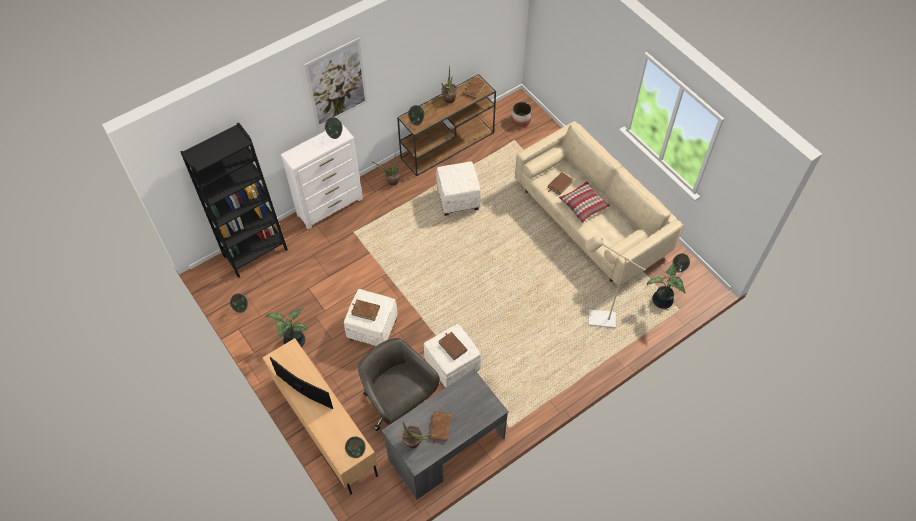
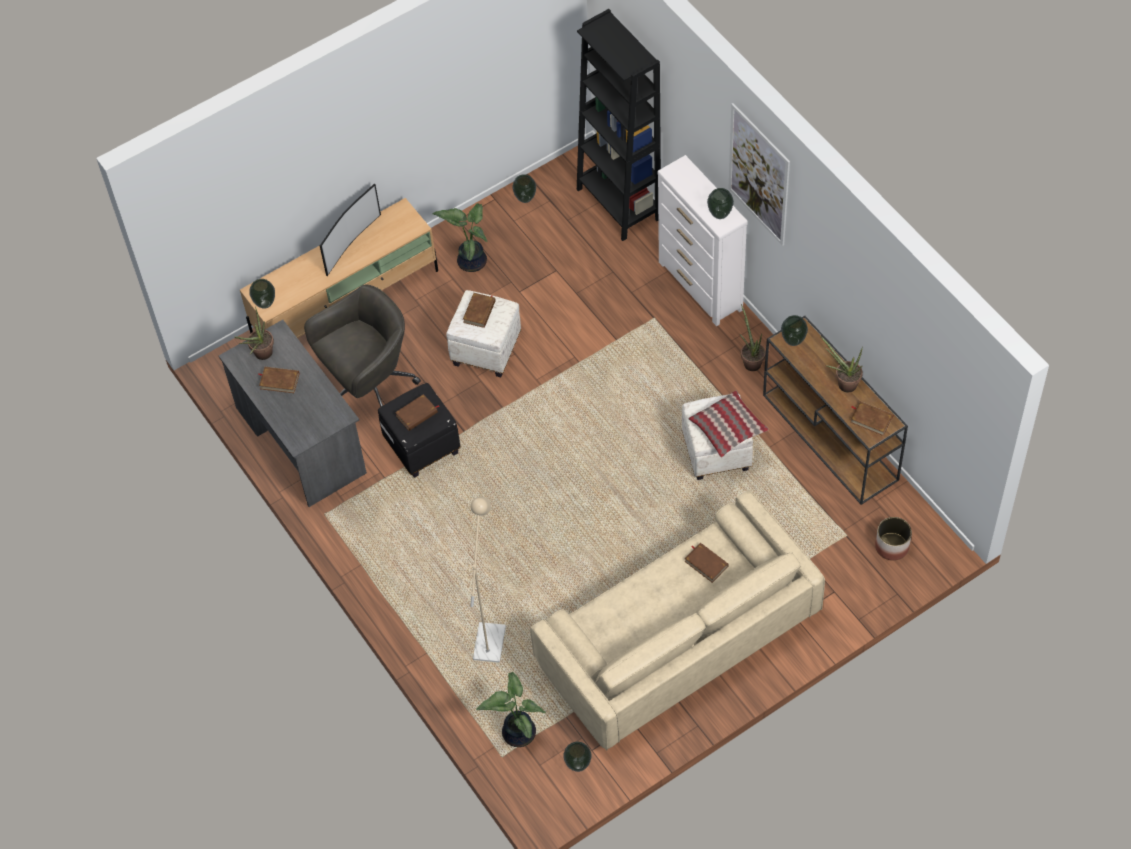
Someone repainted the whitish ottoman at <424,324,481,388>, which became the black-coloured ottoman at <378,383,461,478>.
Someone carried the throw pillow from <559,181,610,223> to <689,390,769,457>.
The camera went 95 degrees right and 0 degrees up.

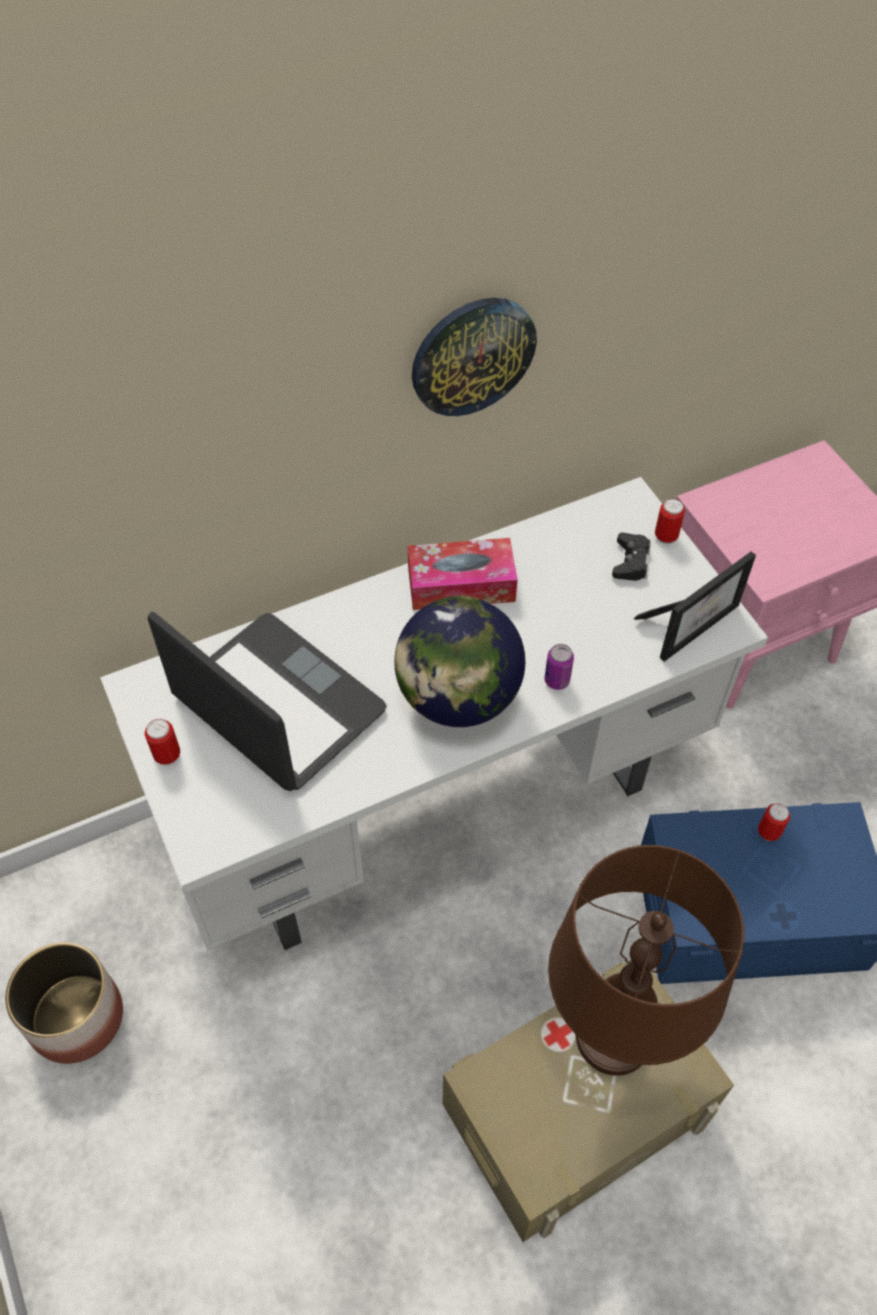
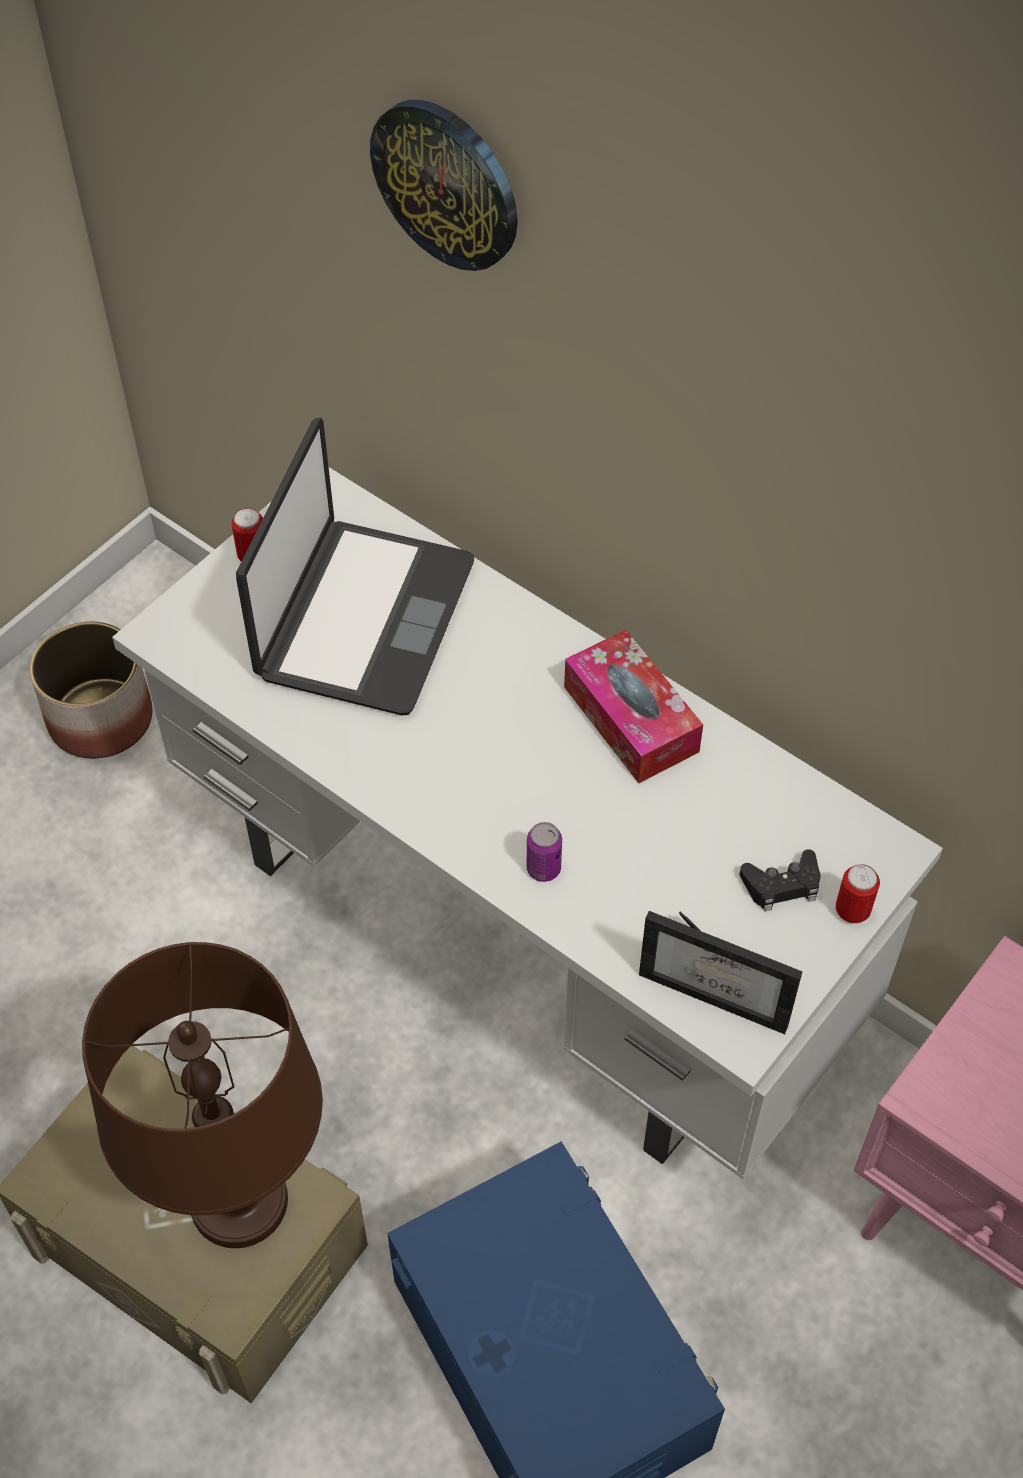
Someone carried the clock on the wall from <412,298,537,416> to <370,100,518,271>.
Someone took away the world globe at <394,596,525,727>.
Someone took away the metal can at <758,803,790,841>.
The camera went 65 degrees right and 0 degrees up.

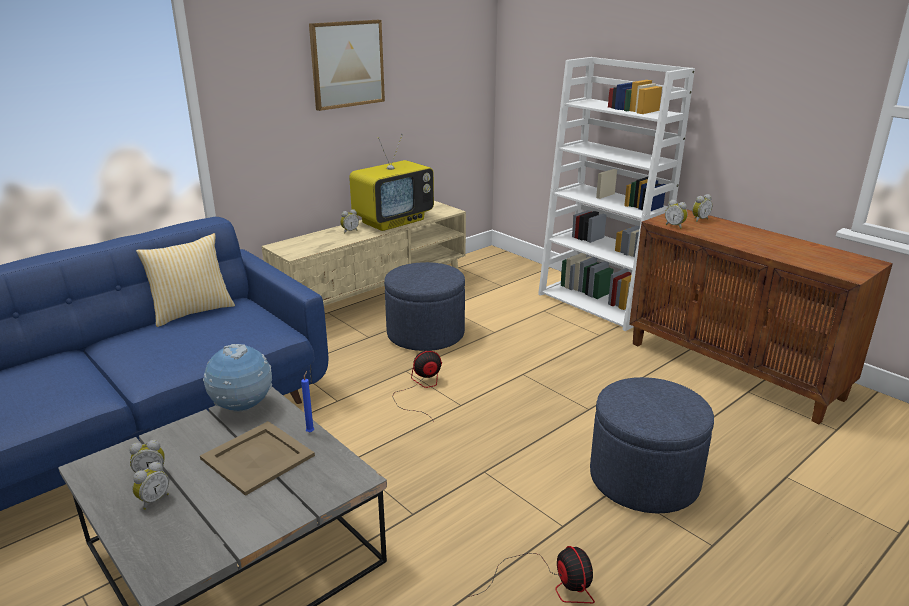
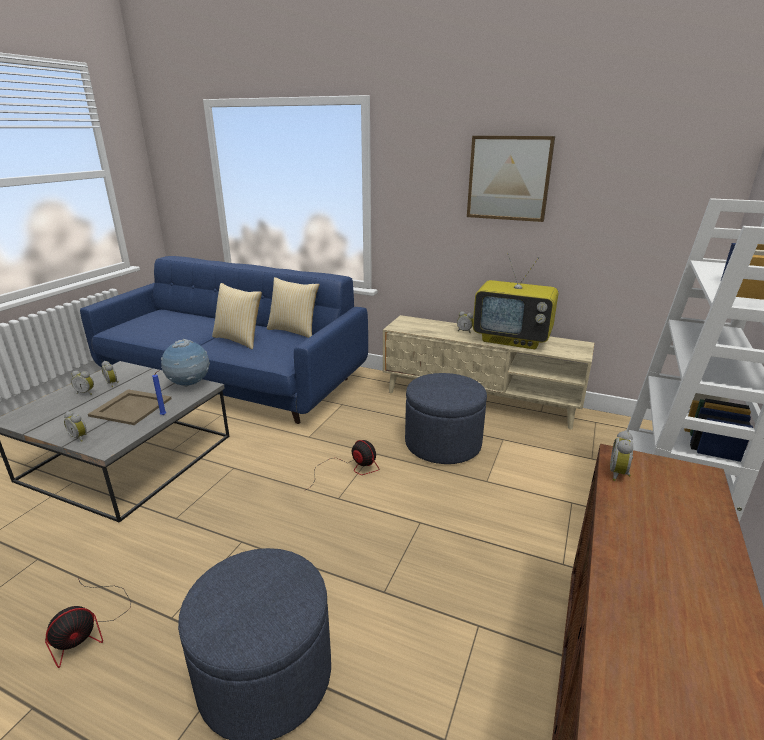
Someone carried the table clock from <692,194,712,222> to <64,411,87,442>.
Someone put down the throw pillow at <212,283,262,349>.
The camera went 65 degrees right and 0 degrees up.

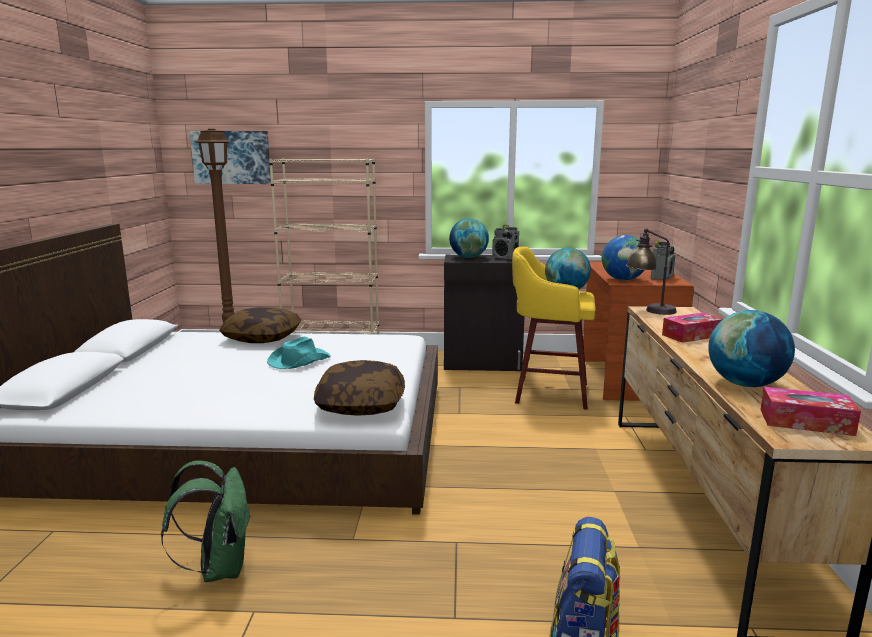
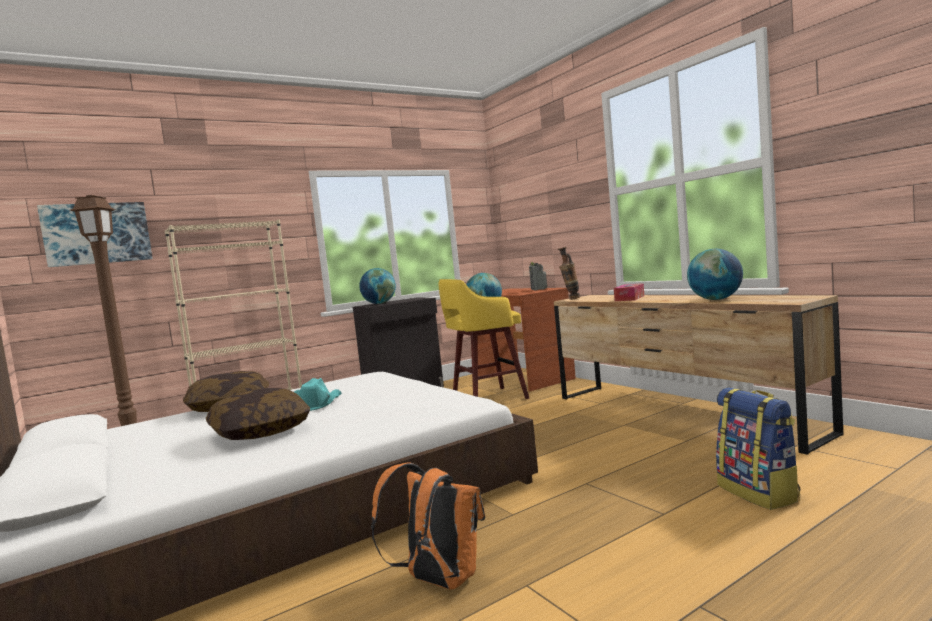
Someone carried the throw pillow from <314,360,405,416> to <206,388,310,440>.
Someone repainted the greenish backpack at <161,460,251,582>, which became the orangey backpack at <371,462,485,589>.
Someone swapped the table lamp at <626,228,677,315> for the decorative vase at <558,247,581,300>.
Someone took away the radio at <492,224,519,260>.
Someone took away the world globe at <602,235,644,280>.
Someone took away the tissue box at <760,387,861,436>.
The camera went 35 degrees left and 10 degrees down.

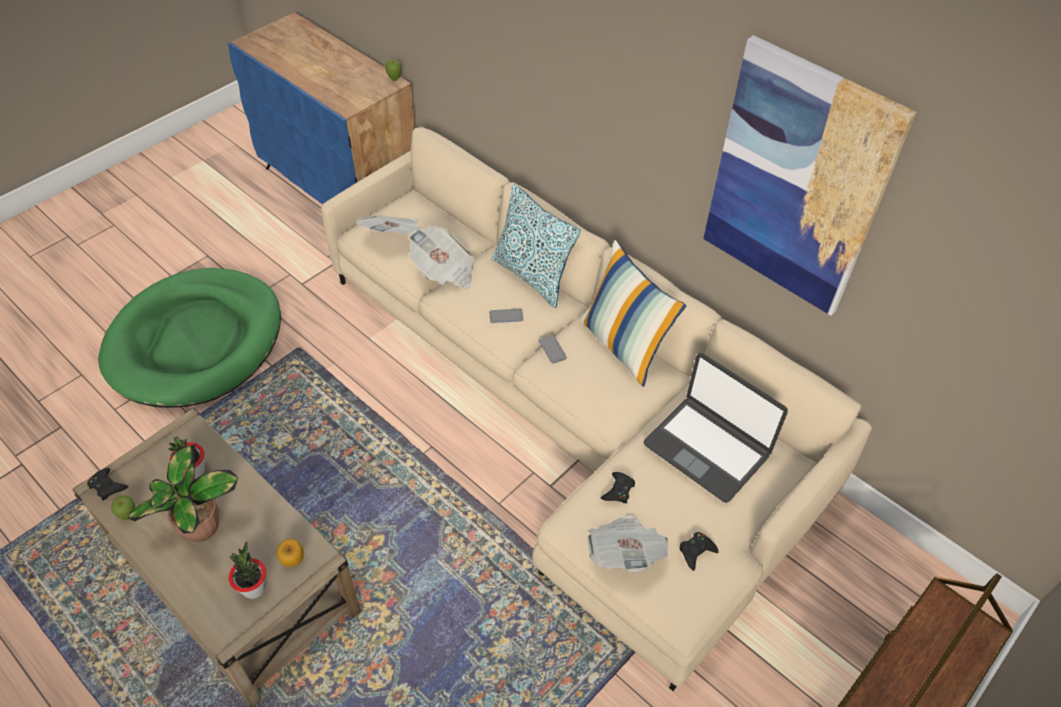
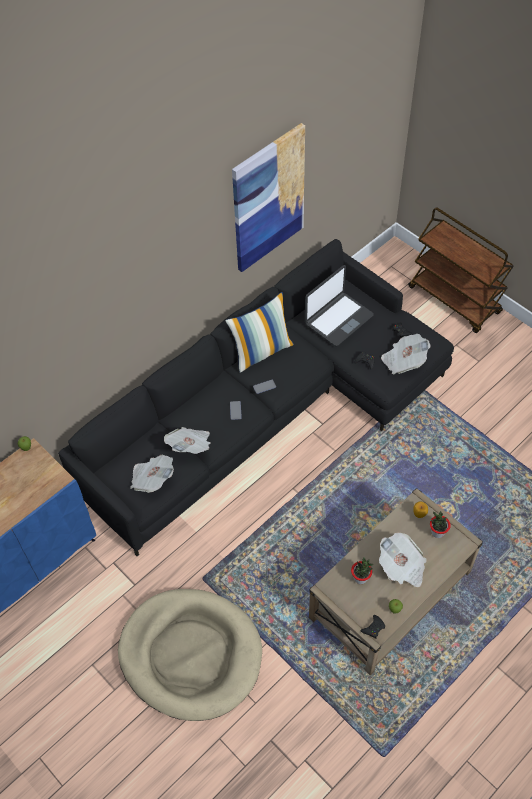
Someone repainted the beige-coloured settee at <321,127,872,691>, which became the black-coloured settee at <58,239,454,556>.
Someone repainted the greenish pet bed at <98,268,281,408>, which became the beige-coloured pet bed at <118,589,262,721>.
Someone swapped the plant in a pot at <128,446,238,542> for the newspaper at <379,533,427,587>.
Someone took away the throw pillow at <492,184,581,308>.
The camera went 85 degrees left and 5 degrees up.

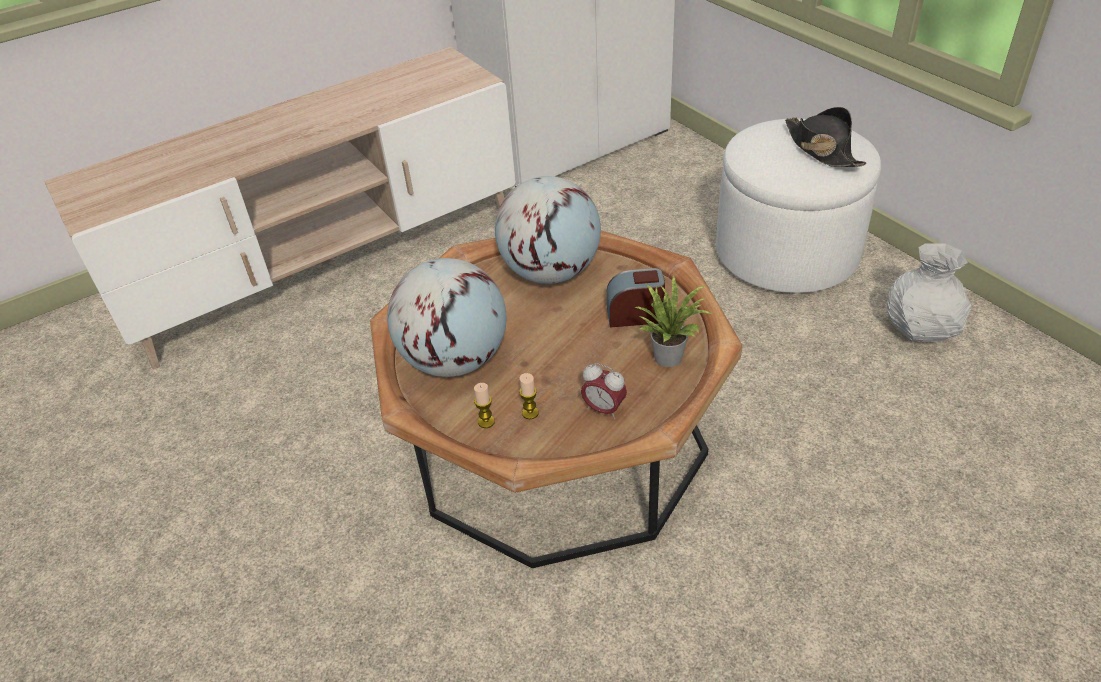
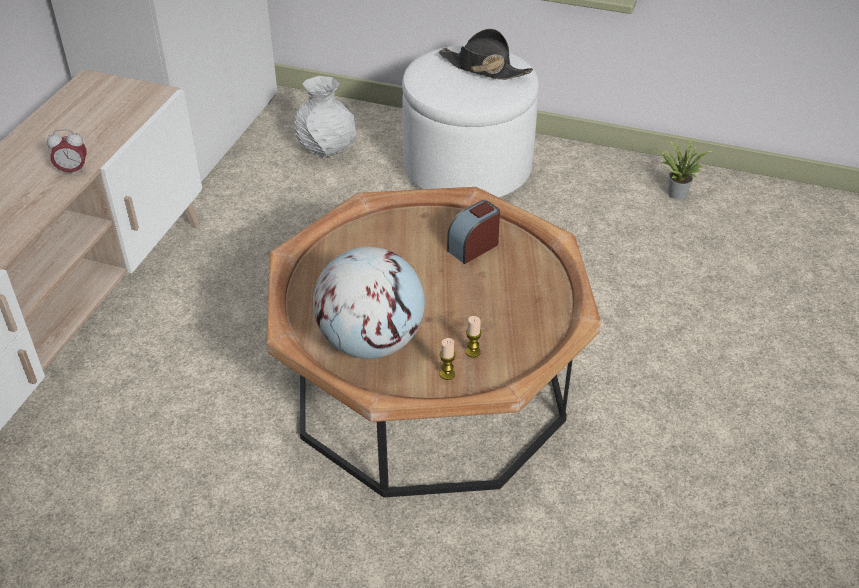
Someone carried the table clock from <581,363,627,420> to <47,129,87,175>.
Someone carried the whitish decorative vase from <887,243,972,342> to <294,76,356,158>.
Someone carried the plant in a pot from <635,274,713,367> to <660,138,714,200>.
Someone took away the world globe at <495,176,601,284>.
The camera went 40 degrees left and 0 degrees up.

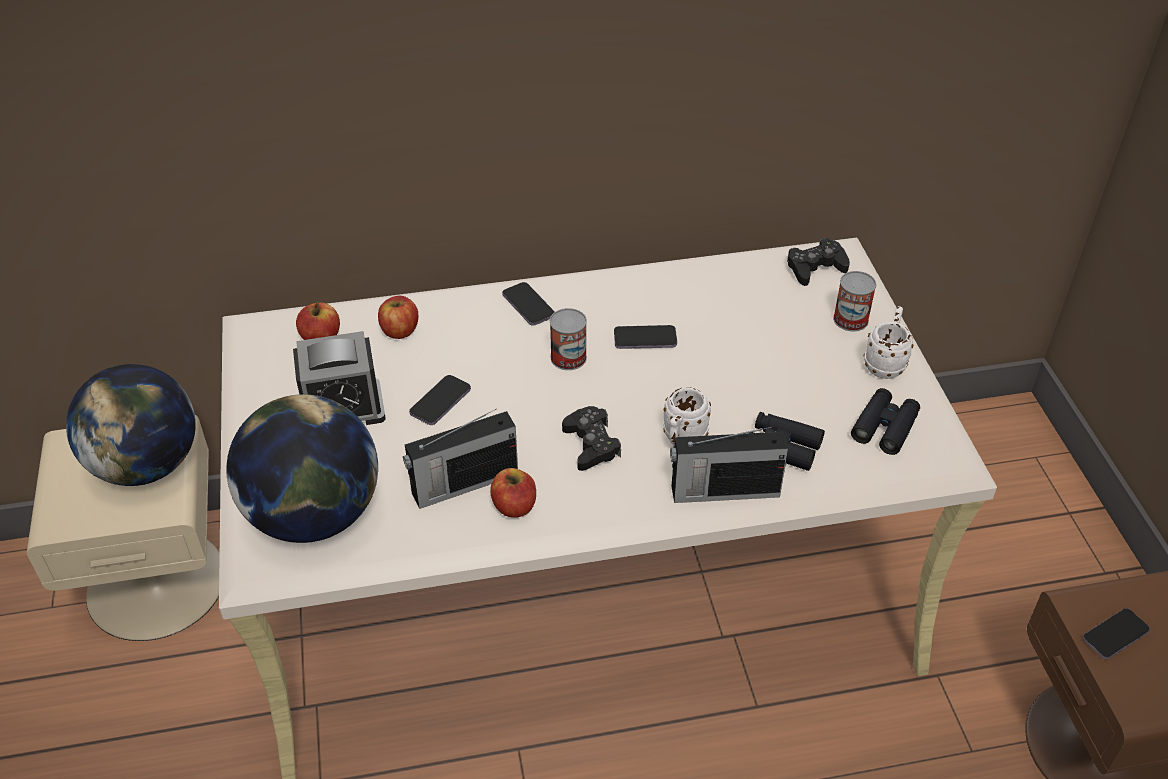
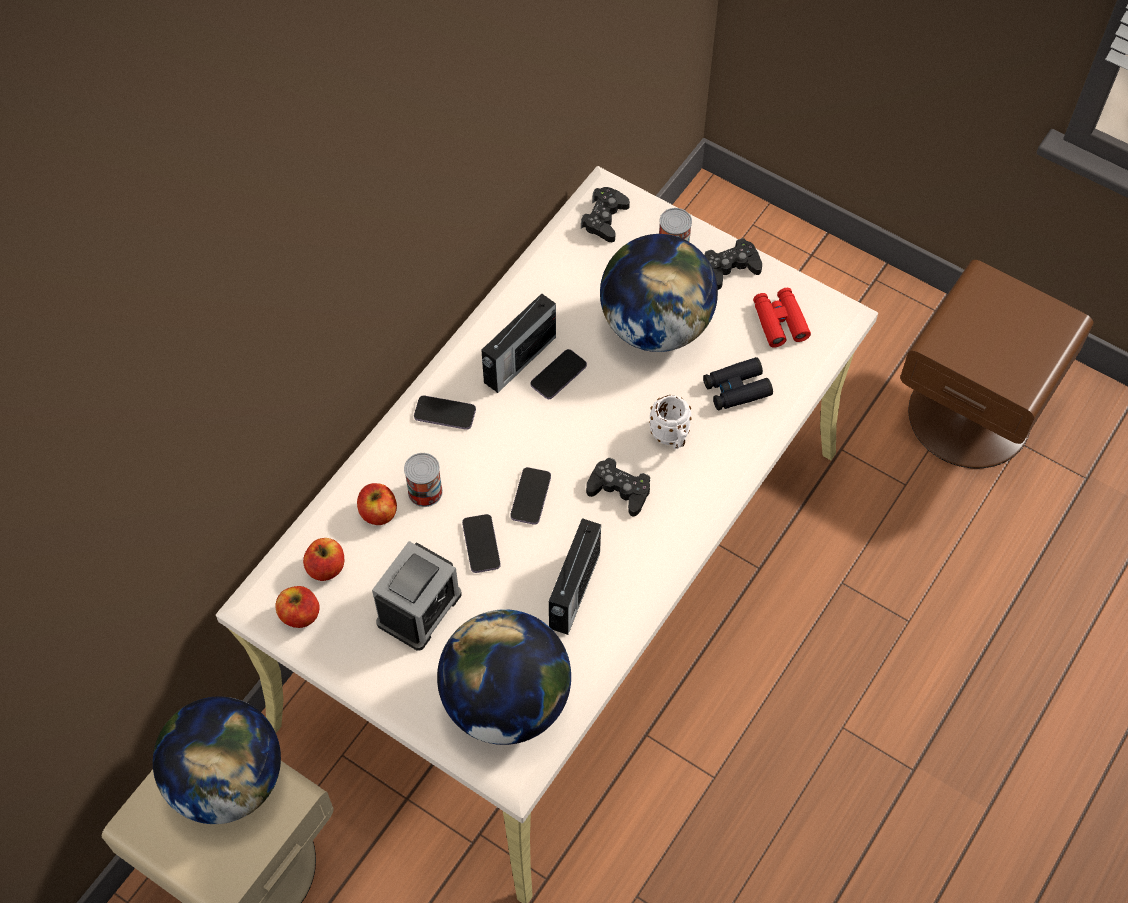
Someone carried the whole apple from <490,468,536,518> to <275,586,320,628>.
Someone carried the metal can from <550,308,587,370> to <404,453,443,507>.
Someone carried the radio from <670,426,788,503> to <481,293,556,393>.
Someone carried the telephone from <1083,608,1150,659> to <510,467,551,525>.
Someone put down the world globe at <600,234,718,352>.
Someone swapped the whitish coffee mug at <864,306,913,379> for the black-coloured joypad at <705,238,762,290>.
Someone repainted the black-coloured field glasses at <851,388,920,455>, which became the reddish field glasses at <753,288,811,348>.
The camera went 45 degrees left and 15 degrees up.

